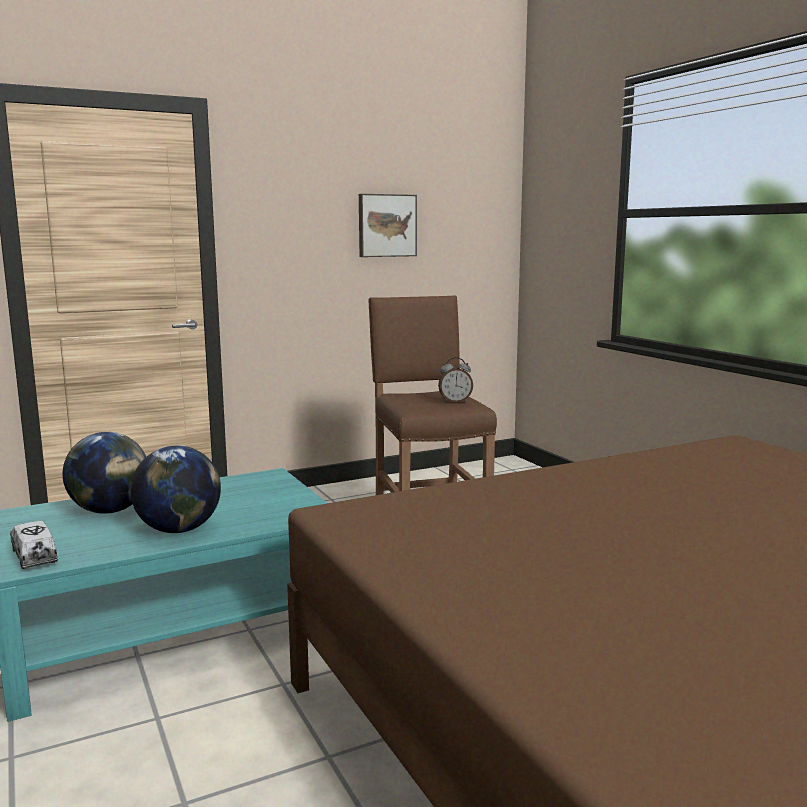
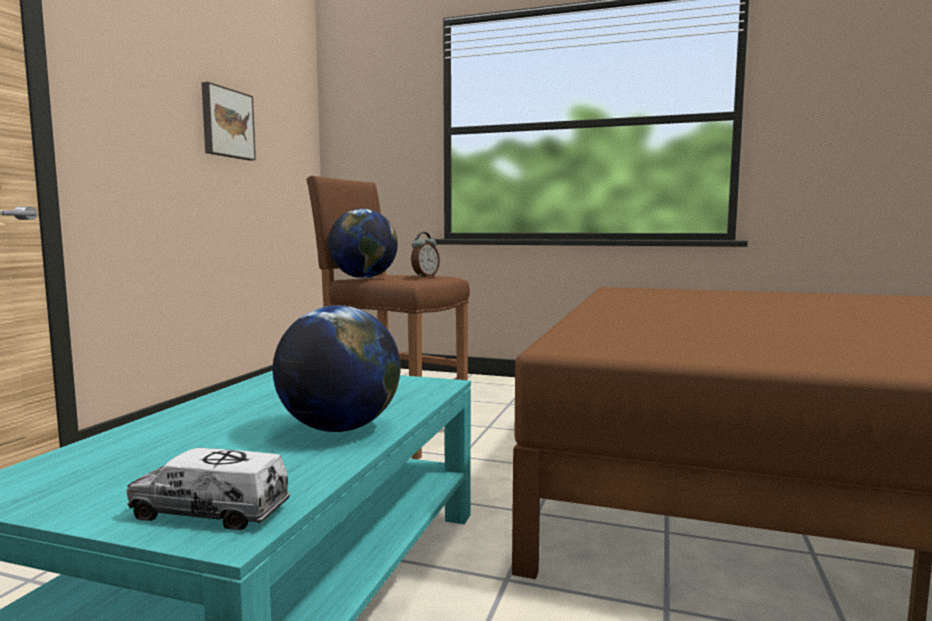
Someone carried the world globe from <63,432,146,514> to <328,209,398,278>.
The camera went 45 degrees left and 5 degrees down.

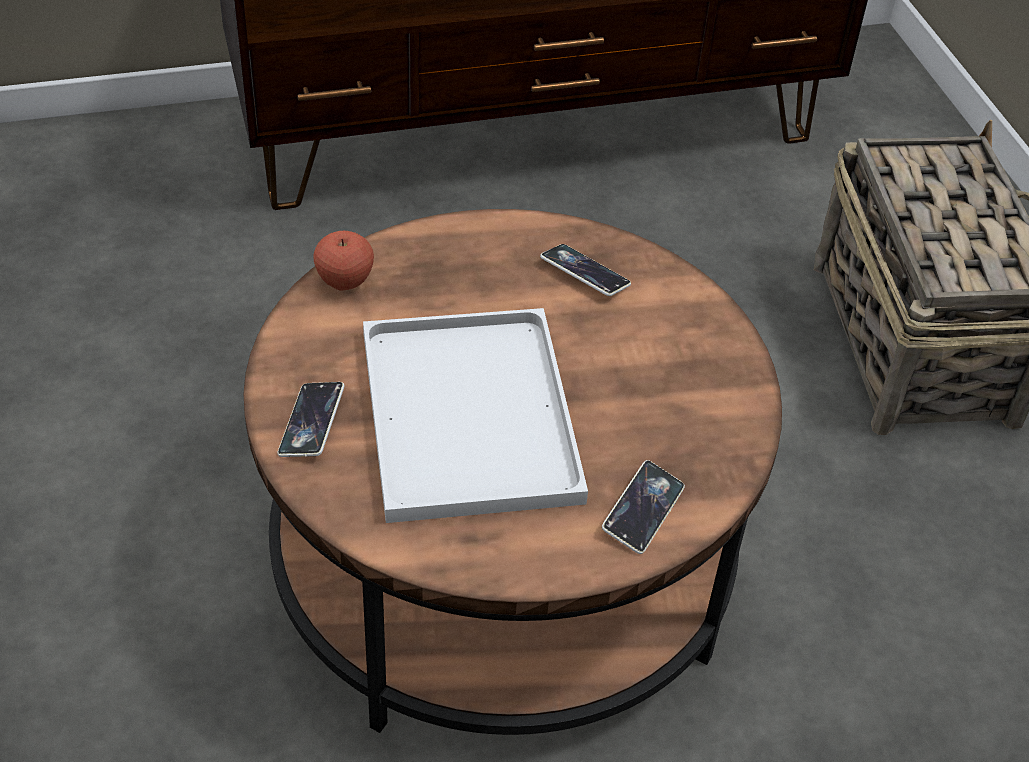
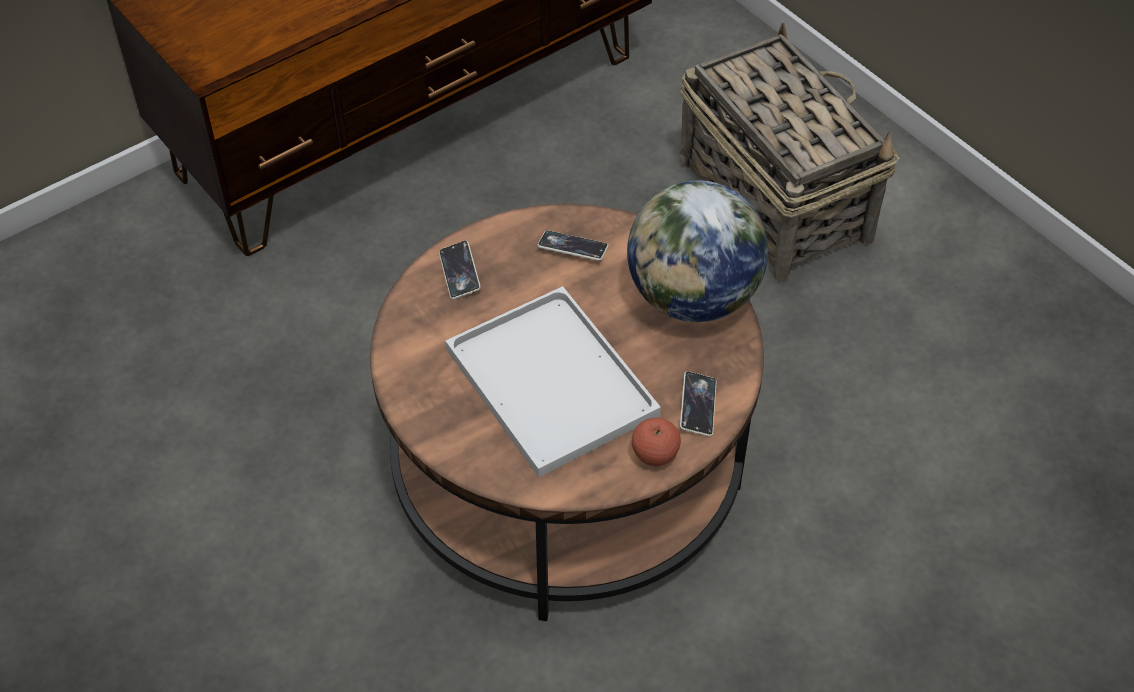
Someone carried the telephone from <277,382,344,457> to <439,240,481,300>.
Someone put down the world globe at <627,180,768,322>.
Someone carried the whole apple from <313,231,374,290> to <632,418,681,466>.
The camera went 20 degrees left and 5 degrees up.

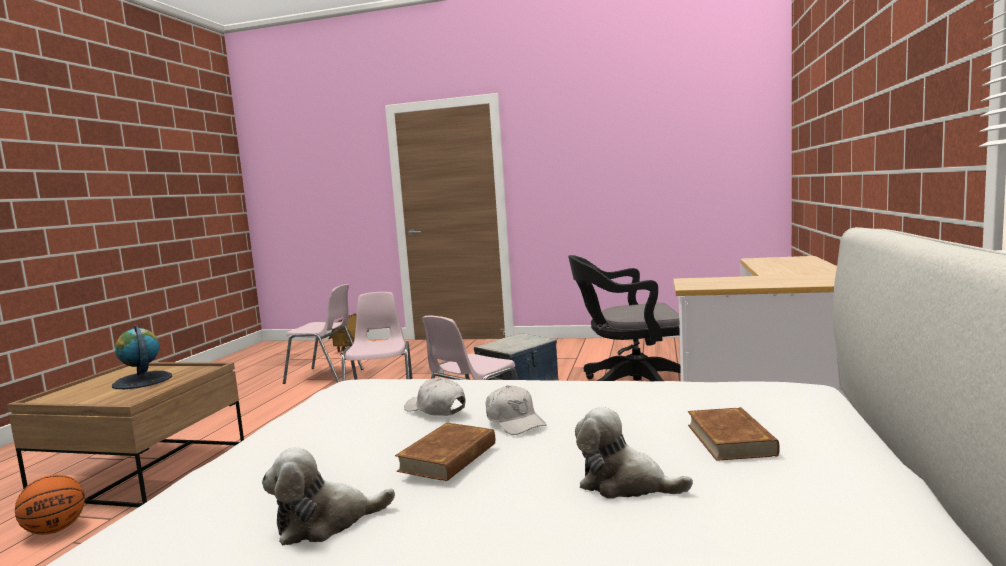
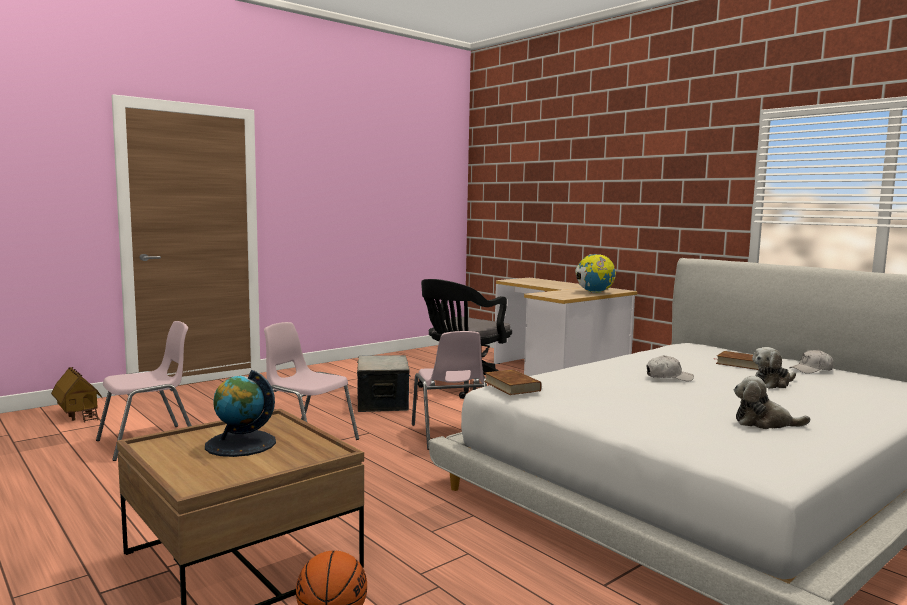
Someone carried the brown-coloured book from <395,423,495,481> to <484,369,542,395>.
Someone put down the world globe at <575,254,616,293>.
Someone rotated the soft toy at <262,447,395,545> by 90 degrees clockwise.
Someone carried the whitish cap from <404,378,466,416> to <789,350,834,374>.
The camera went 55 degrees left and 0 degrees up.

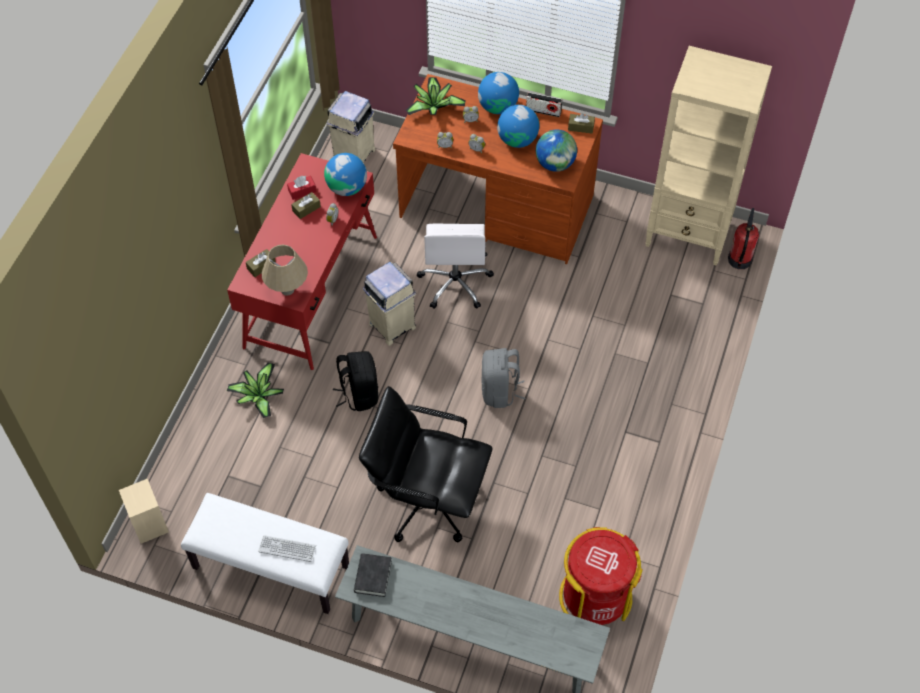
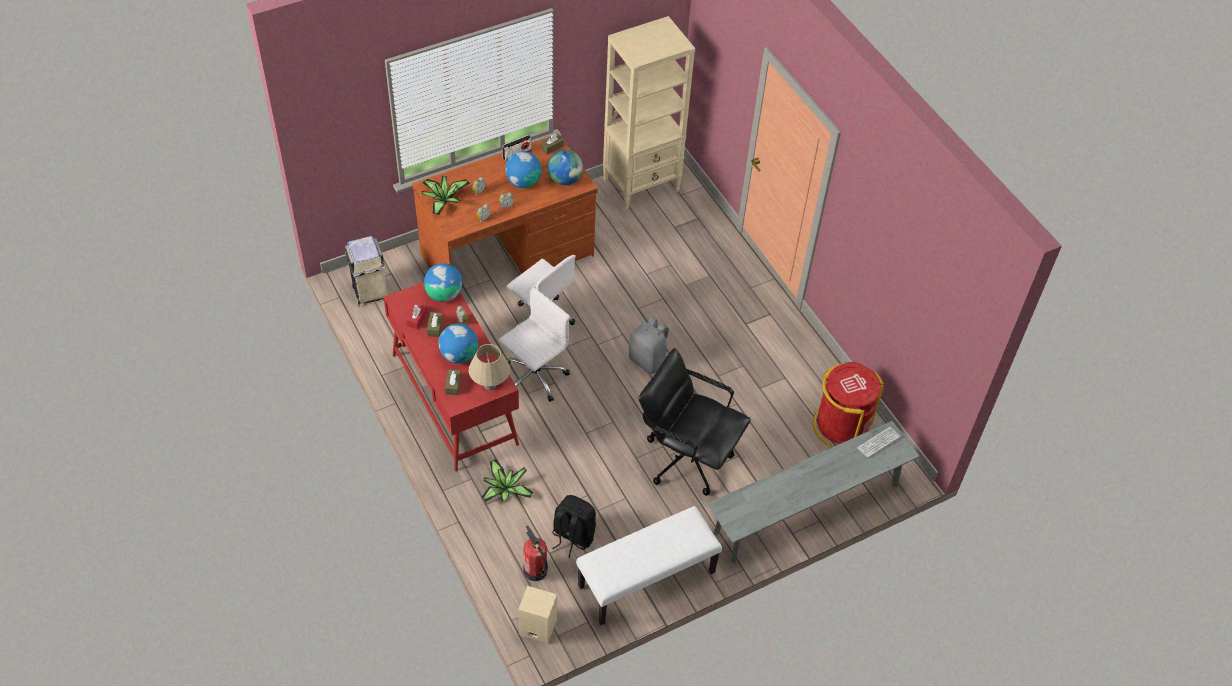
Someone carried the world globe from <478,72,519,114> to <439,324,478,364>.
Someone swapped the beige-coloured rubbish bin at <362,262,416,346> for the whitish office chair at <499,287,570,402>.
Someone carried the extinguisher from <728,208,759,269> to <523,526,548,581>.
Someone carried the black-coloured backpack from <333,351,378,411> to <552,495,596,558>.
Someone rotated the black-coloured office chair at <359,386,492,542> by 60 degrees clockwise.
Someone carried the computer keyboard from <258,535,316,562> to <857,427,901,458>.
Someone took away the black-coloured book at <354,553,392,597>.
The camera went 50 degrees left and 5 degrees down.

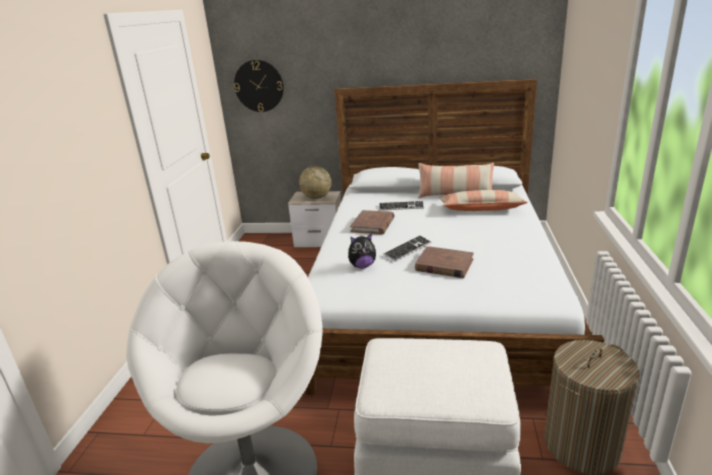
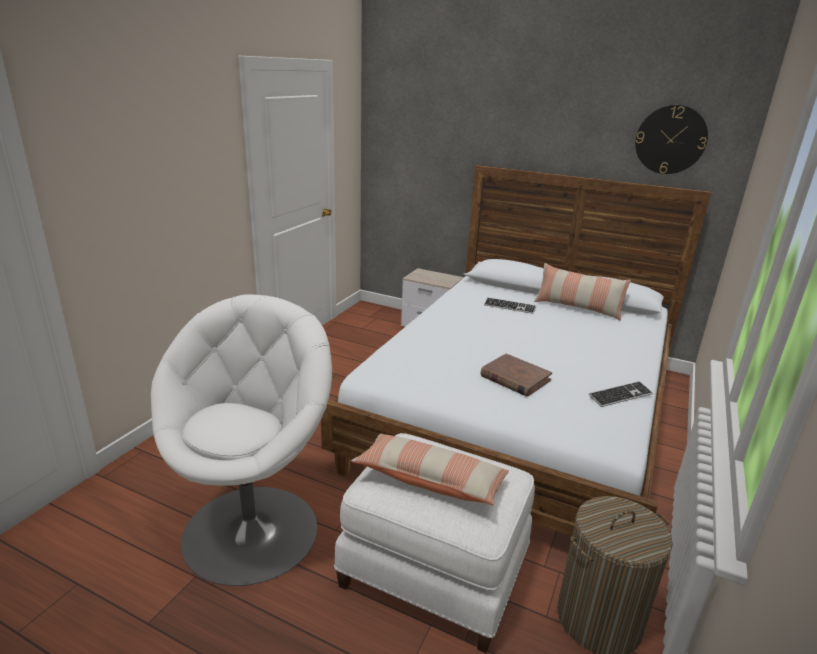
Someone carried the throw pillow from <440,190,528,211> to <351,434,509,505>.
Someone carried the computer keyboard from <383,235,431,261> to <589,381,653,407>.
Someone carried the clock on the wall from <234,60,284,112> to <635,105,708,174>.
Someone took away the world globe at <299,166,332,199>.
Someone took away the soft toy at <348,234,376,268>.
Someone took away the brown-coloured book at <350,210,395,235>.
The camera went 15 degrees right and 0 degrees up.

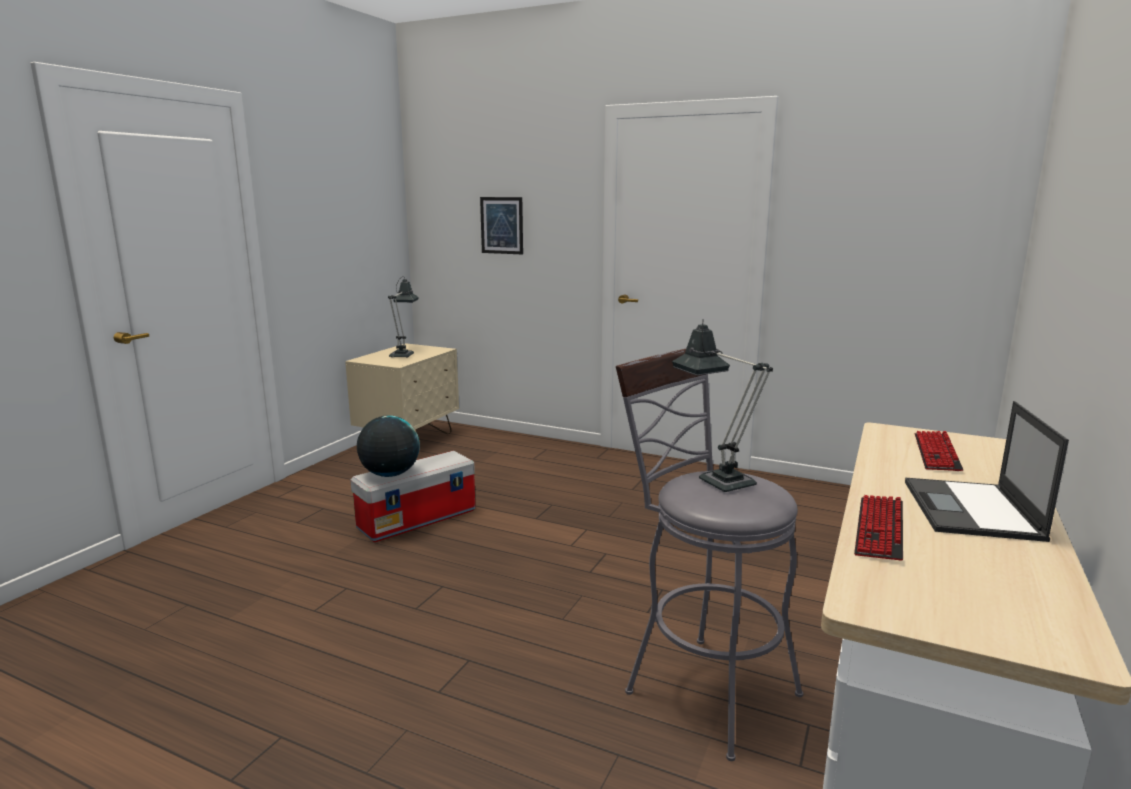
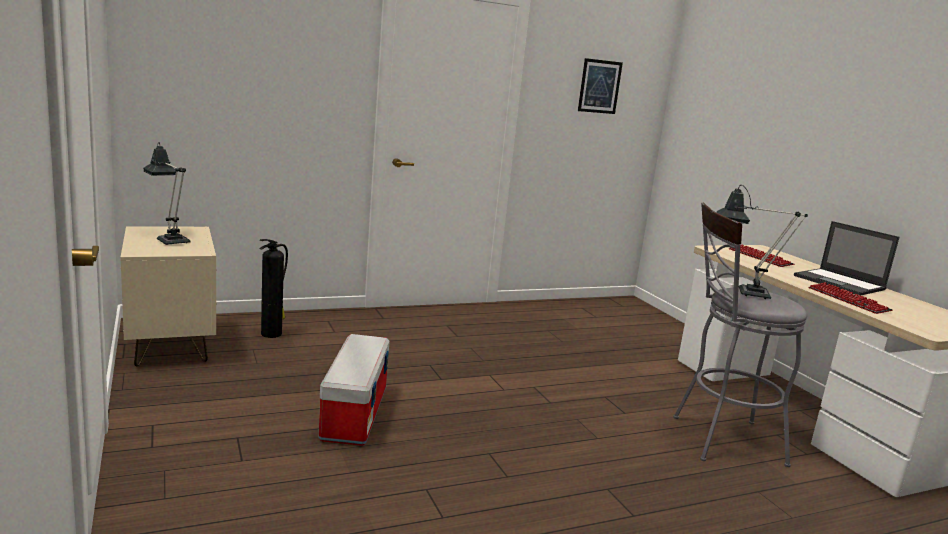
Someone put down the extinguisher at <259,239,288,338>.
Someone carried the picture from <480,197,523,255> to <578,58,623,114>.
Someone took away the world globe at <357,415,420,477>.
The camera went 50 degrees left and 0 degrees up.

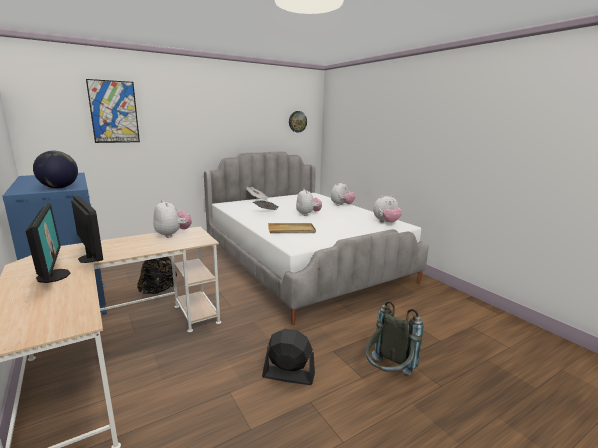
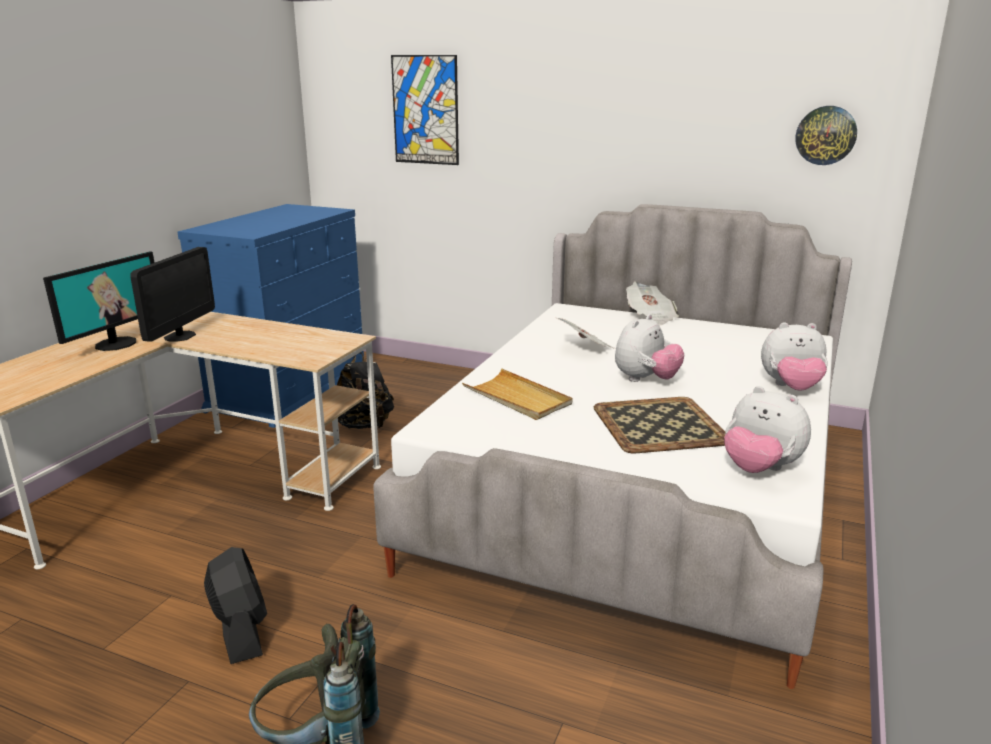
Someone put down the tray at <594,397,725,453>.
Someone took away the world globe at <33,151,78,188>.
Someone took away the soft toy at <153,200,192,238>.
The camera went 55 degrees right and 5 degrees up.

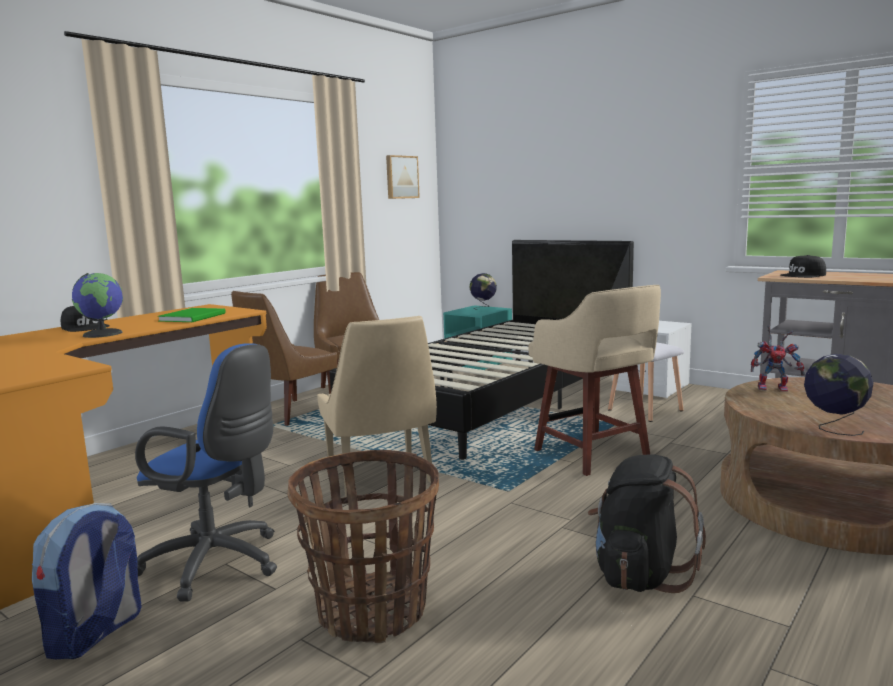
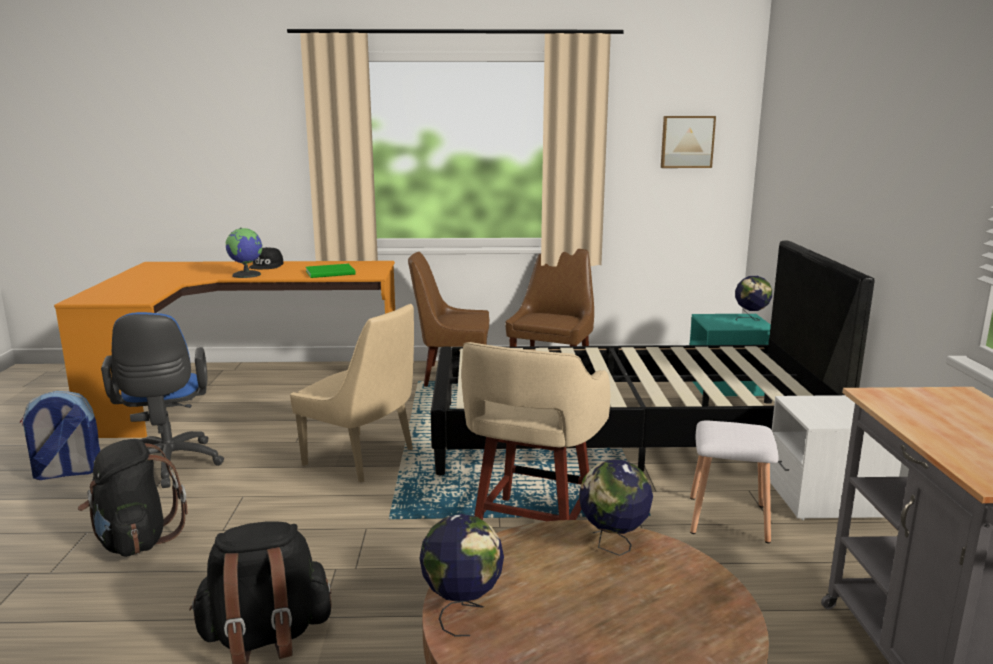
Someone swapped the household basket at <287,450,439,643> for the black-coloured backpack at <78,439,188,557>.
Someone rotated the beige-coloured plain chair at <317,316,437,497> by 90 degrees counterclockwise.
Someone swapped the toy robot at <751,325,805,392> for the world globe at <579,460,653,556>.
Someone took away the black-coloured cap at <780,255,826,278>.
The camera went 50 degrees right and 5 degrees up.

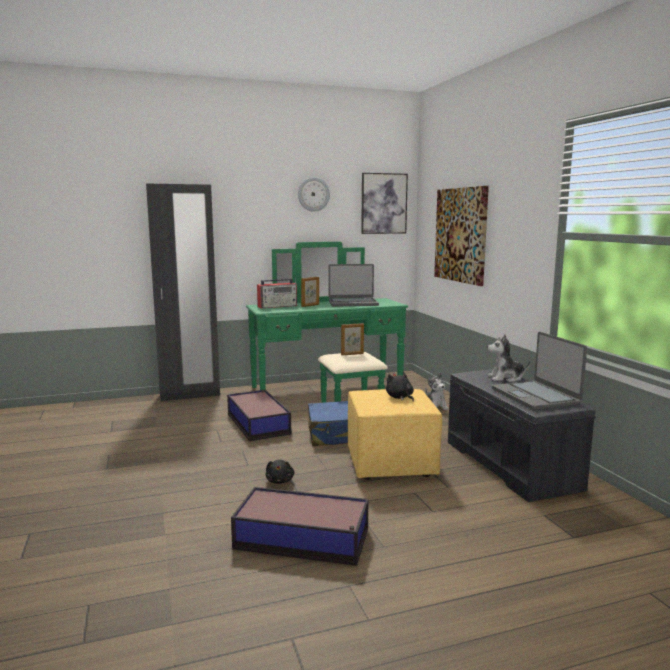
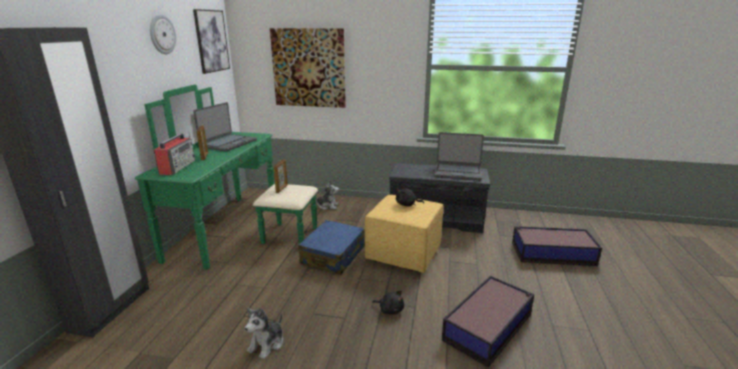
Someone carried the soft toy from <487,335,531,382> to <245,308,283,359>.
Someone carried the storage bin from <227,390,291,441> to <512,226,602,266>.
The camera went 60 degrees left and 10 degrees up.

